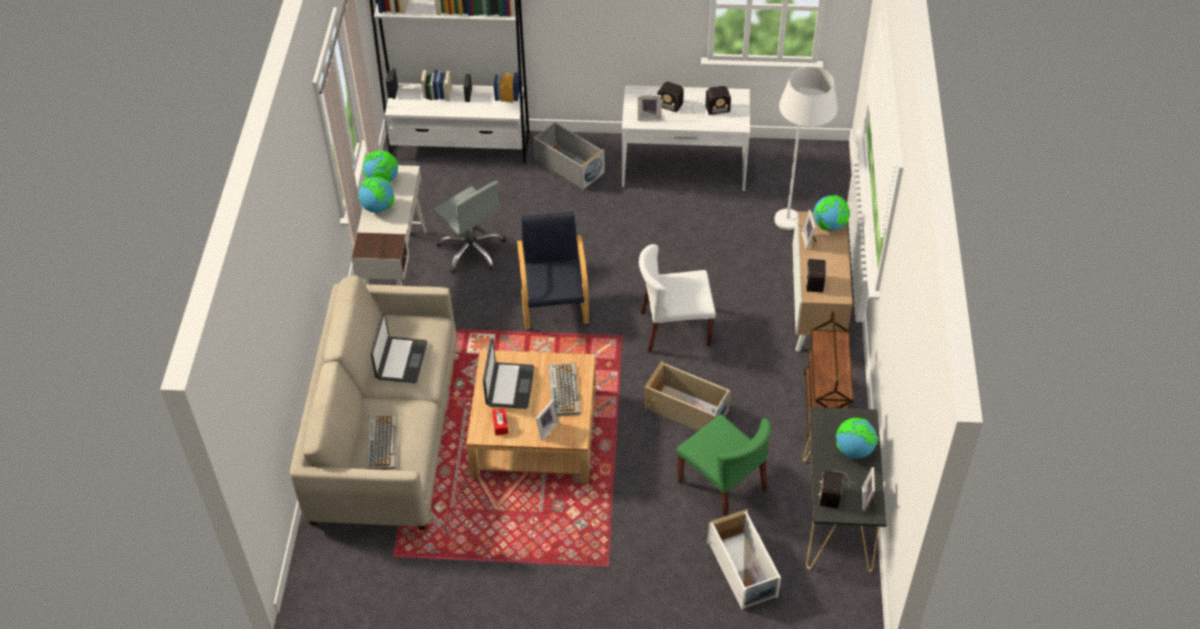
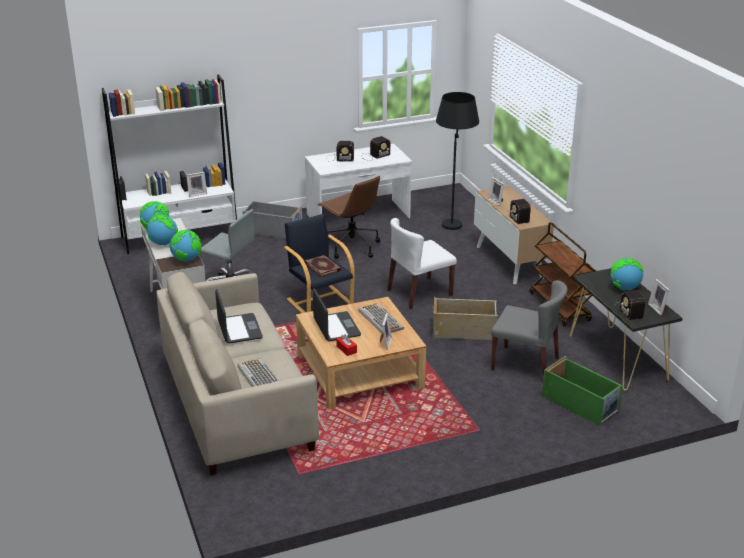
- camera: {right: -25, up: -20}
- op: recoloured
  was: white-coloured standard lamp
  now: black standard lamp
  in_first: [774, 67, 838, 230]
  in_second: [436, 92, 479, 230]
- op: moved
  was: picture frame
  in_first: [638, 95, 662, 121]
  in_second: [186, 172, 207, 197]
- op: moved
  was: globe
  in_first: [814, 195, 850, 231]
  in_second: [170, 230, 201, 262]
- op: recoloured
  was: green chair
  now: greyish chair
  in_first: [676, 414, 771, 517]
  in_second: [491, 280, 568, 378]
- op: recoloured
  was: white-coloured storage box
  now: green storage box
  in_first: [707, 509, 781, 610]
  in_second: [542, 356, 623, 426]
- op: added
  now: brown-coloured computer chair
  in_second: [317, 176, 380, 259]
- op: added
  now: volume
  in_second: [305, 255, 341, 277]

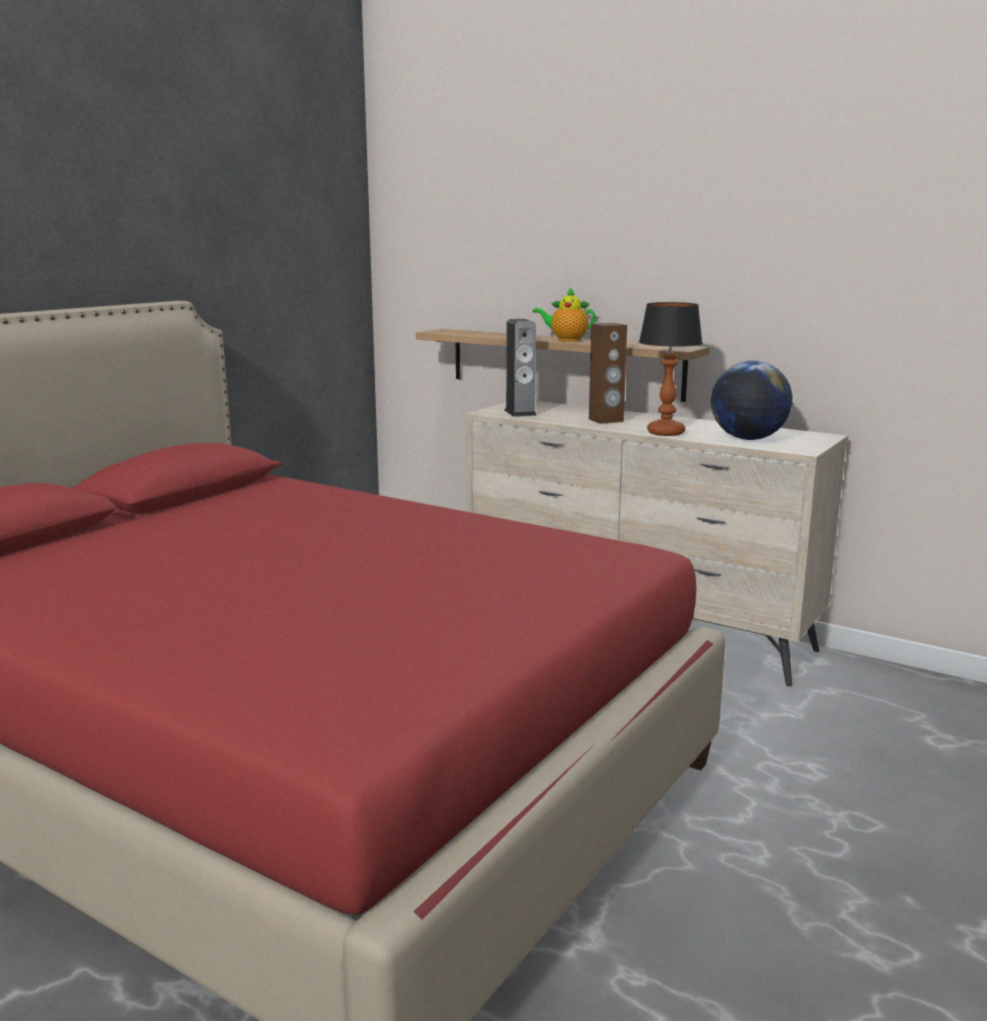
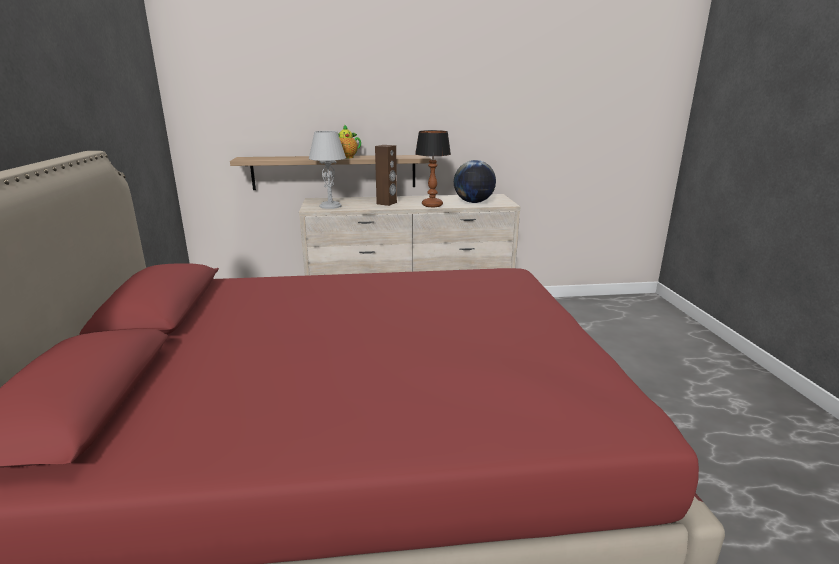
- camera: {right: -40, up: 5}
- op: replaced
  was: speaker
  now: greyish tabletop lamp
  in_first: [505, 319, 537, 417]
  in_second: [309, 131, 346, 209]

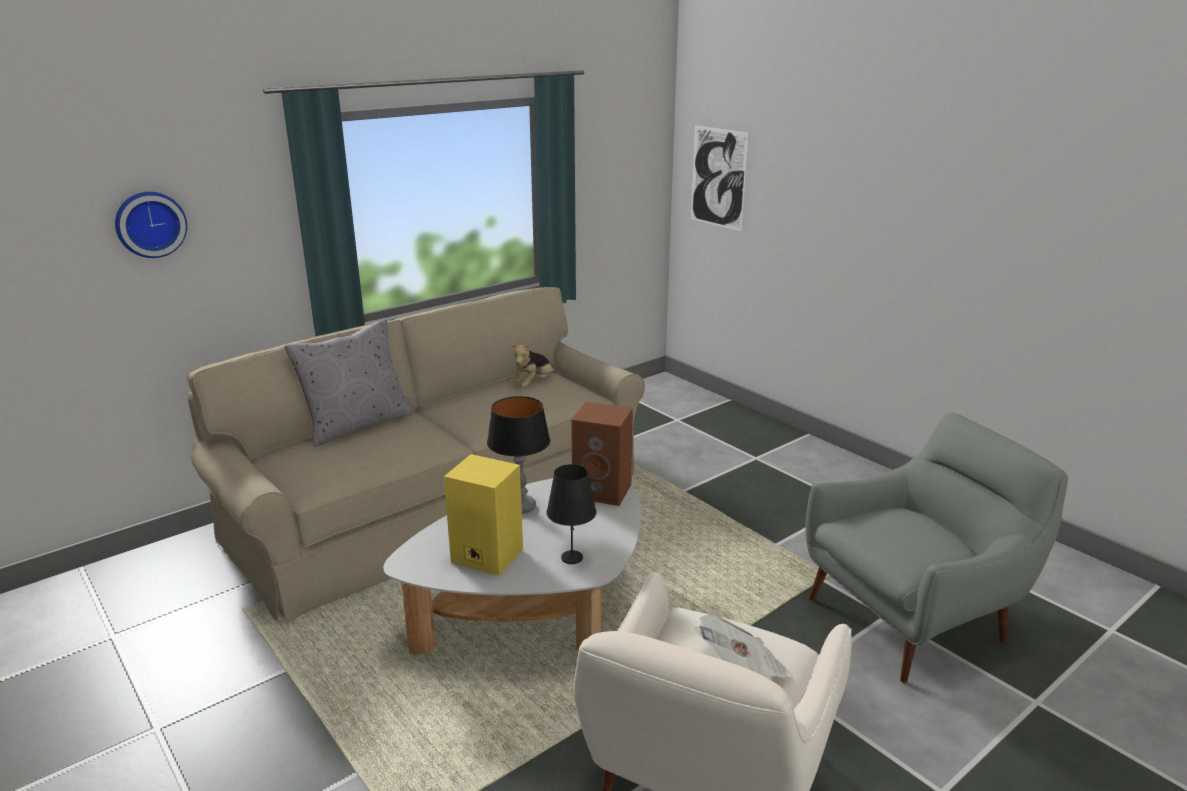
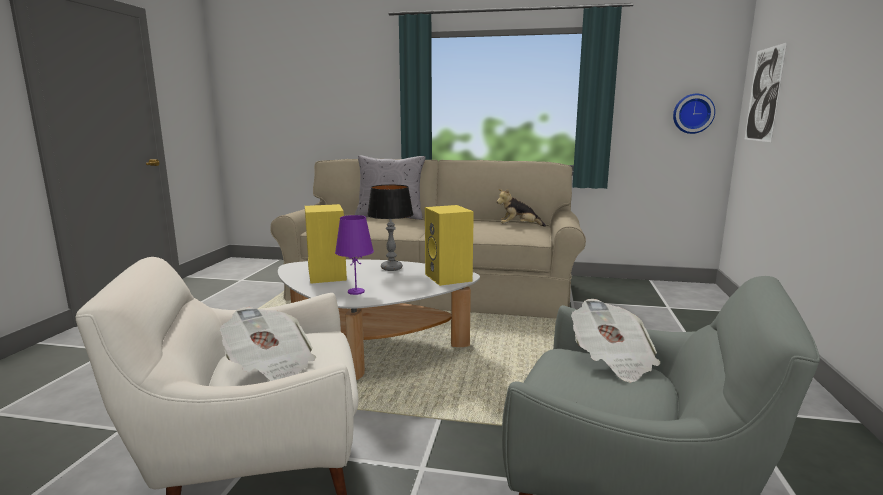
- camera: {right: 50, up: -10}
- op: moved
  was: clock on the wall
  in_first: [115, 192, 187, 258]
  in_second: [673, 94, 715, 134]
- op: recoloured
  was: brown-coloured speaker
  now: yellow speaker
  in_first: [571, 402, 633, 506]
  in_second: [425, 205, 474, 286]
- op: recoloured
  was: black tabletop lamp
  now: purple tabletop lamp
  in_first: [547, 464, 597, 564]
  in_second: [335, 215, 374, 295]
- op: added
  now: daily paper
  in_second: [571, 299, 660, 383]

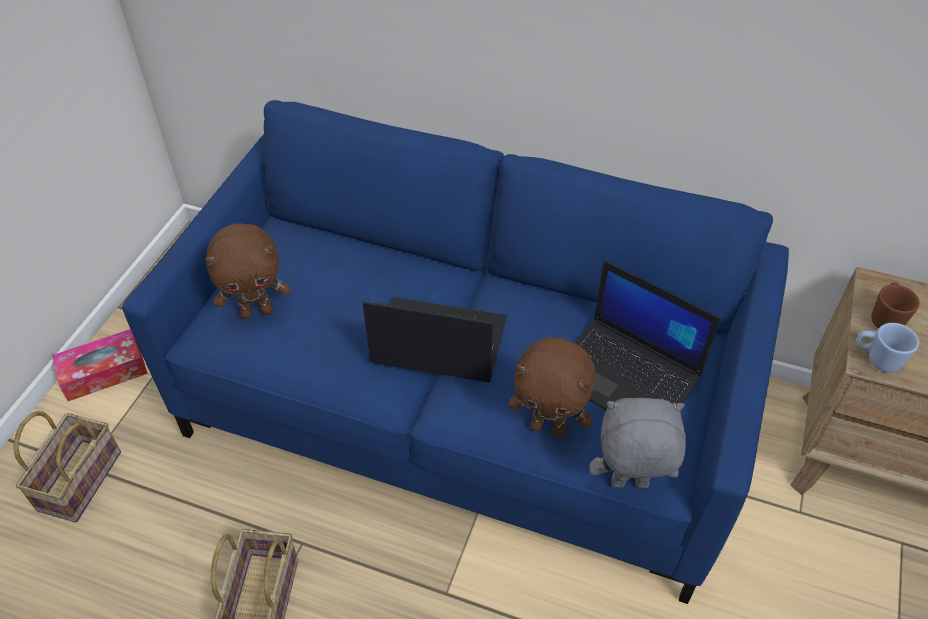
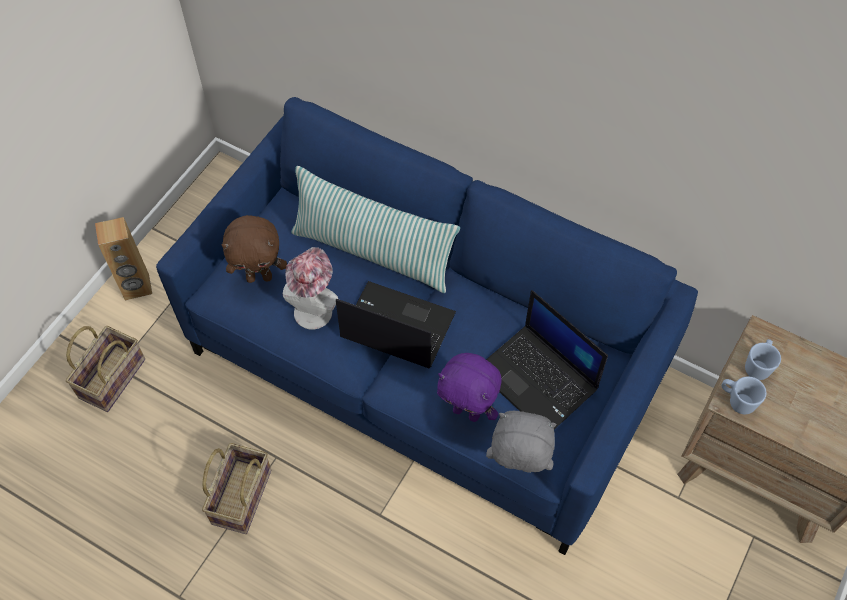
- camera: {right: 10, up: 10}
- op: recoloured
  was: brown-coloured tea mug
  now: blue-coloured tea mug
  in_first: [871, 282, 920, 329]
  in_second: [745, 339, 781, 380]
- op: replaced
  was: box of tissues
  now: brown-coloured speaker
  in_first: [52, 329, 148, 401]
  in_second: [95, 217, 152, 300]
- op: recoloured
  was: brown-coloured cuddly toy
  now: purple cuddly toy
  in_first: [508, 337, 595, 437]
  in_second: [437, 353, 502, 422]
- op: added
  now: pillow
  in_second: [291, 166, 460, 293]
- op: added
  now: hat
  in_second: [283, 247, 338, 330]

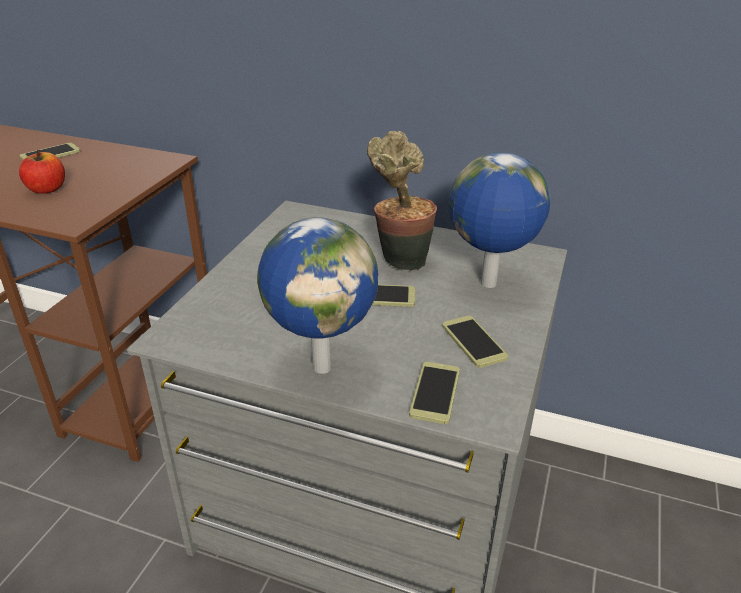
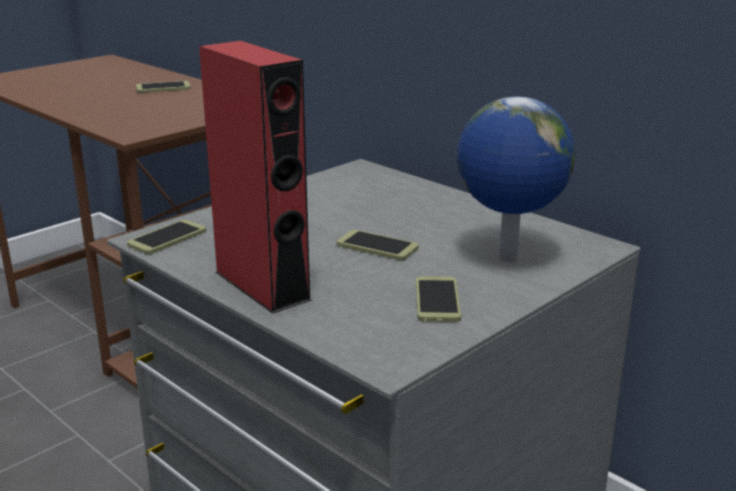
- camera: {right: 25, up: -10}
- op: removed
  was: houseplant
  in_first: [367, 131, 437, 271]
- op: removed
  was: apple fruit
  in_first: [19, 150, 65, 194]
- op: replaced
  was: globe
  now: red-coloured speaker
  in_first: [257, 217, 378, 374]
  in_second: [199, 41, 312, 314]
- op: moved
  was: phone
  in_first: [409, 362, 460, 424]
  in_second: [127, 220, 206, 254]

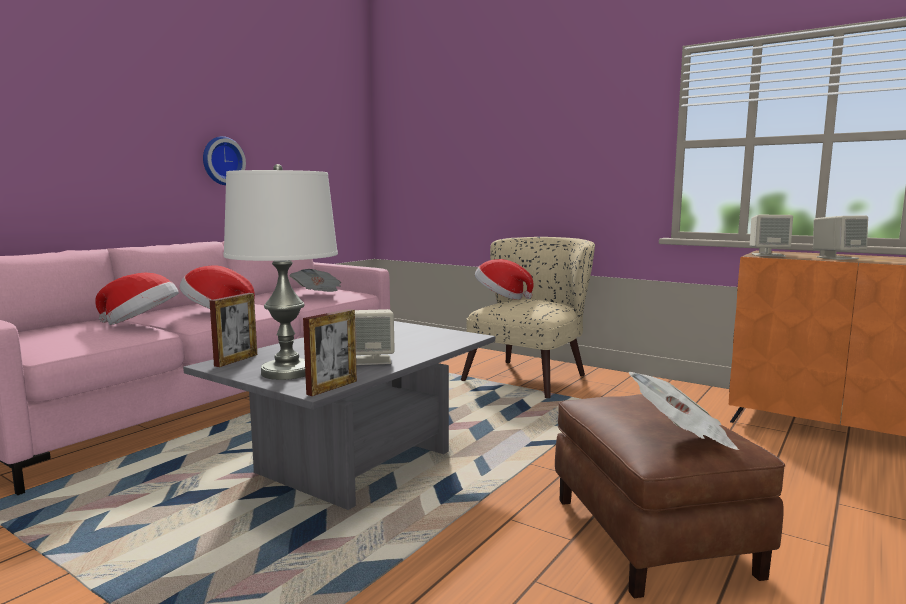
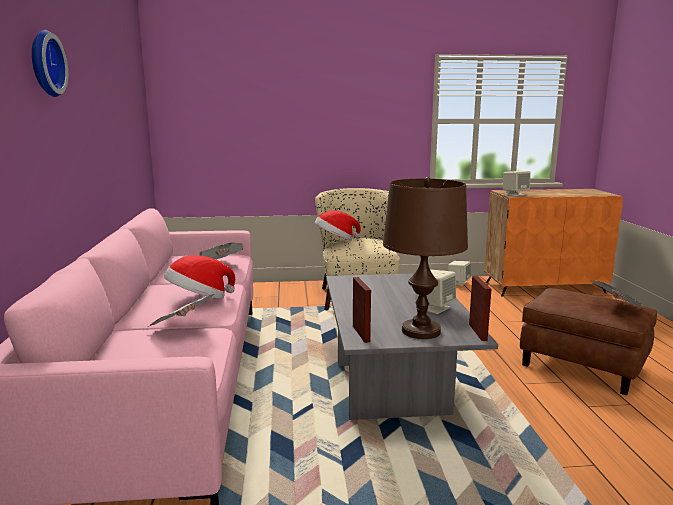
- camera: {right: -40, up: 5}
- op: moved
  was: clock on the wall
  in_first: [203, 136, 246, 185]
  in_second: [32, 30, 68, 97]
- op: recoloured
  was: white-coloured tabletop lamp
  now: brown-coloured tabletop lamp
  in_first: [224, 164, 338, 380]
  in_second: [383, 177, 468, 339]
- op: moved
  was: beige-coloured speaker
  in_first: [813, 215, 868, 260]
  in_second: [448, 261, 471, 286]
- op: replaced
  was: hat
  now: daily paper
  in_first: [95, 272, 179, 325]
  in_second: [148, 294, 215, 327]

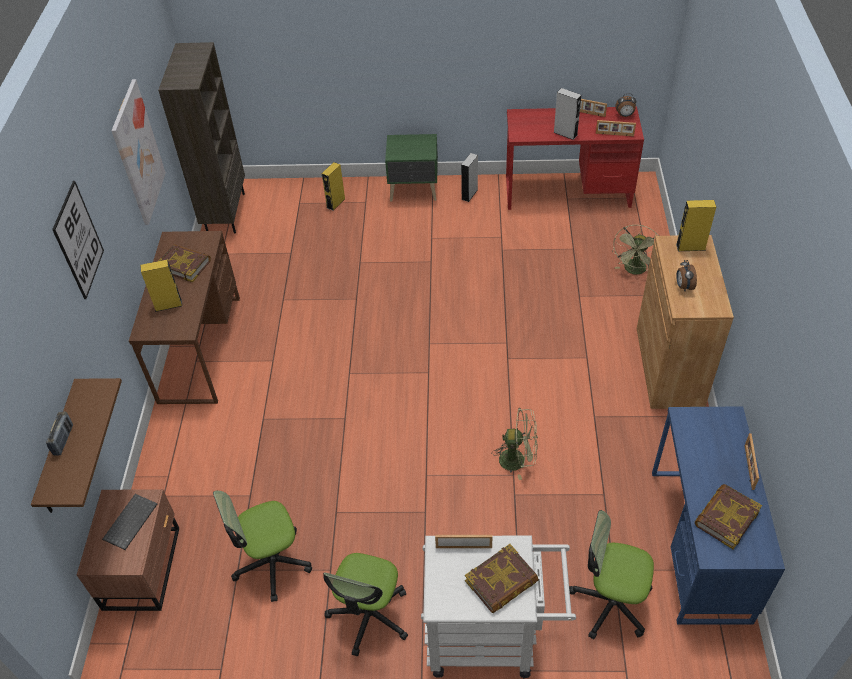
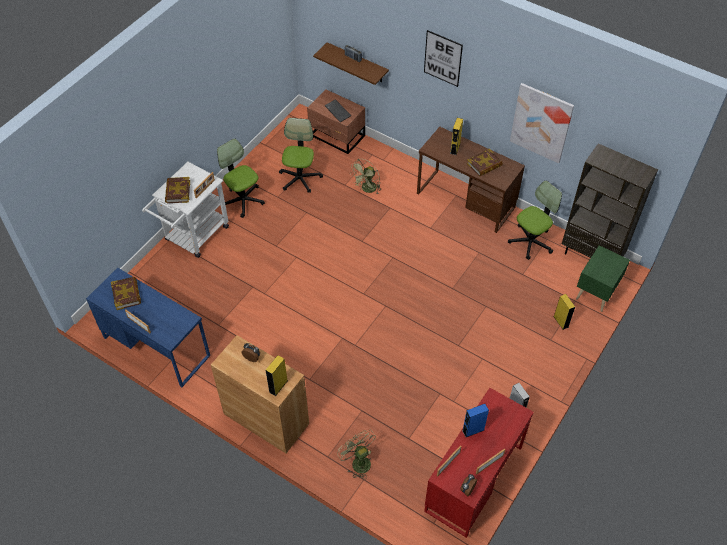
- camera: {right: 120, up: 5}
- op: recoloured
  was: greyish speaker
  now: blue-coloured speaker
  in_first: [553, 88, 581, 140]
  in_second: [462, 404, 489, 437]
- op: moved
  was: green night table
  in_first: [385, 134, 438, 202]
  in_second: [576, 245, 630, 312]
- op: moved
  was: green fan
  in_first: [492, 408, 538, 480]
  in_second: [350, 159, 382, 194]
- op: moved
  was: computer chair
  in_first: [569, 510, 654, 640]
  in_second: [508, 181, 562, 260]

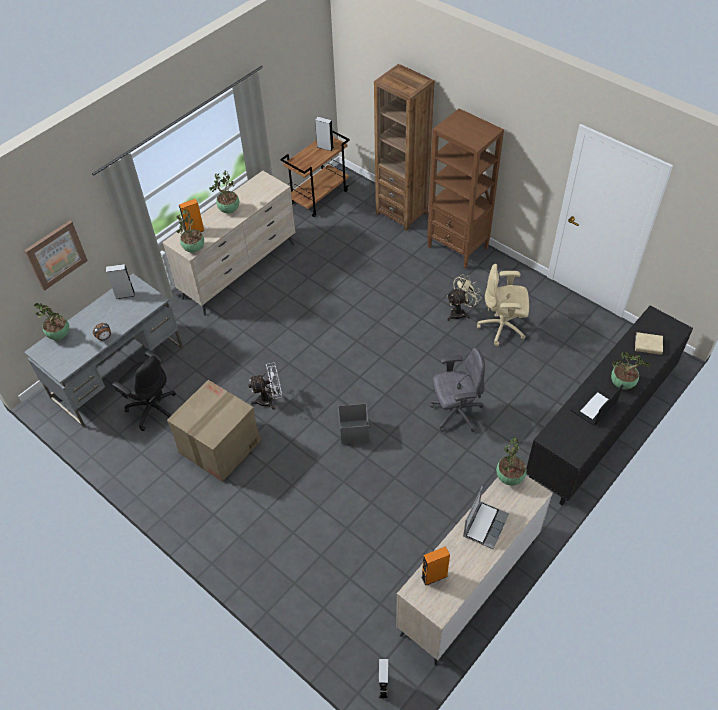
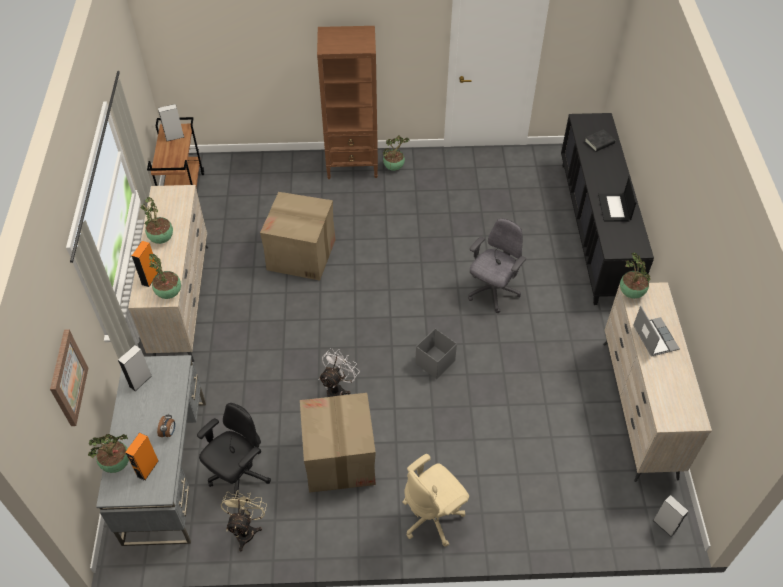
- camera: {right: -45, up: 0}
- op: removed
  was: brown-coloured bookshelf
  in_first: [374, 64, 434, 231]
- op: moved
  was: beige-coloured computer chair
  in_first: [477, 264, 529, 346]
  in_second: [402, 454, 469, 547]
- op: moved
  was: beige-coloured fan
  in_first: [446, 274, 482, 321]
  in_second: [221, 490, 267, 552]
- op: recoloured
  was: beige-coloured volume
  now: black volume
  in_first: [635, 332, 663, 355]
  in_second: [584, 129, 615, 152]
- op: turned
  was: black computer chair
  in_first: [112, 350, 176, 431]
  in_second: [197, 403, 271, 499]
  clockwise: -45
- op: moved
  was: houseplant
  in_first: [611, 352, 650, 390]
  in_second: [383, 135, 410, 171]
- op: moved
  was: orange-coloured speaker
  in_first: [421, 546, 450, 586]
  in_second: [125, 433, 159, 481]
- op: added
  now: cardboard box
  in_second: [260, 192, 336, 281]

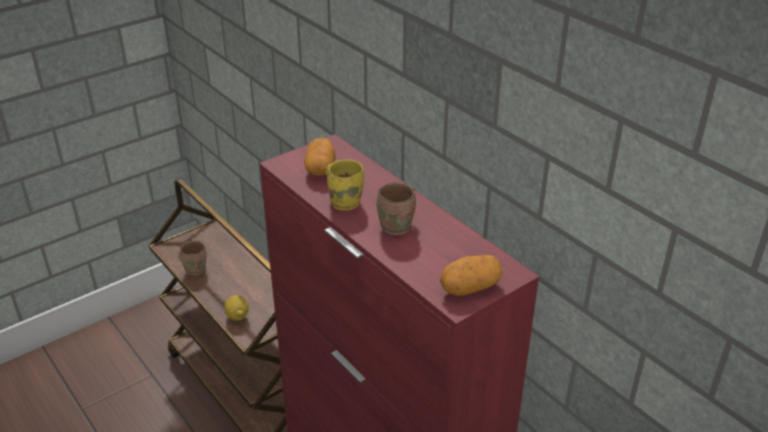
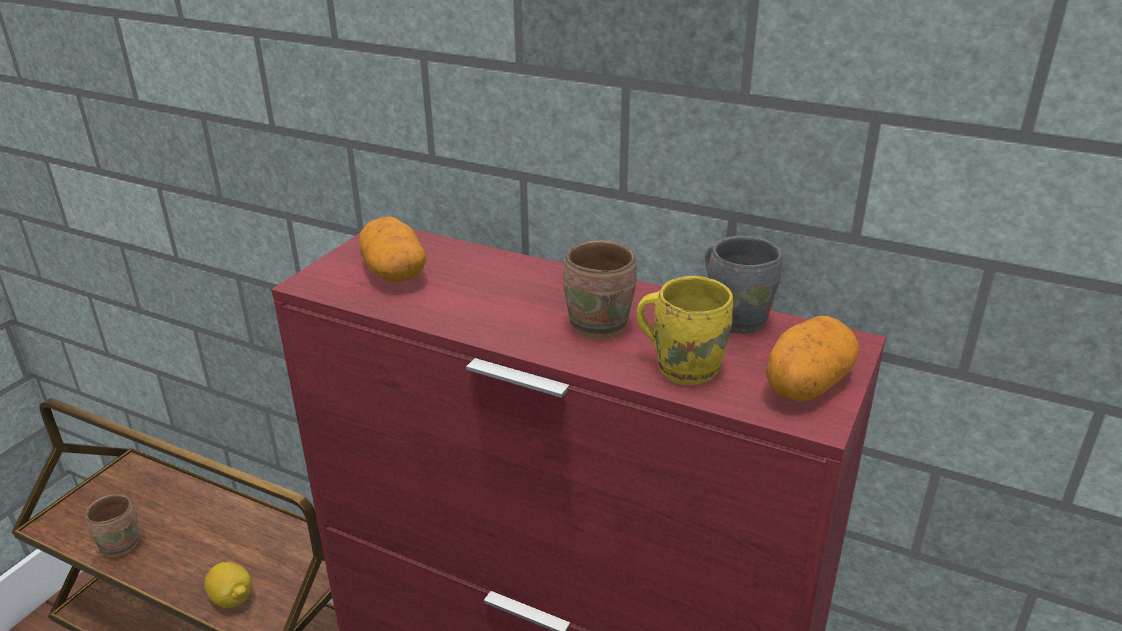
- camera: {right: -25, up: -5}
- op: moved
  was: yellow tea mug
  in_first: [326, 159, 364, 211]
  in_second: [636, 276, 733, 385]
- op: added
  now: greyish tea mug
  in_second: [705, 236, 782, 334]

